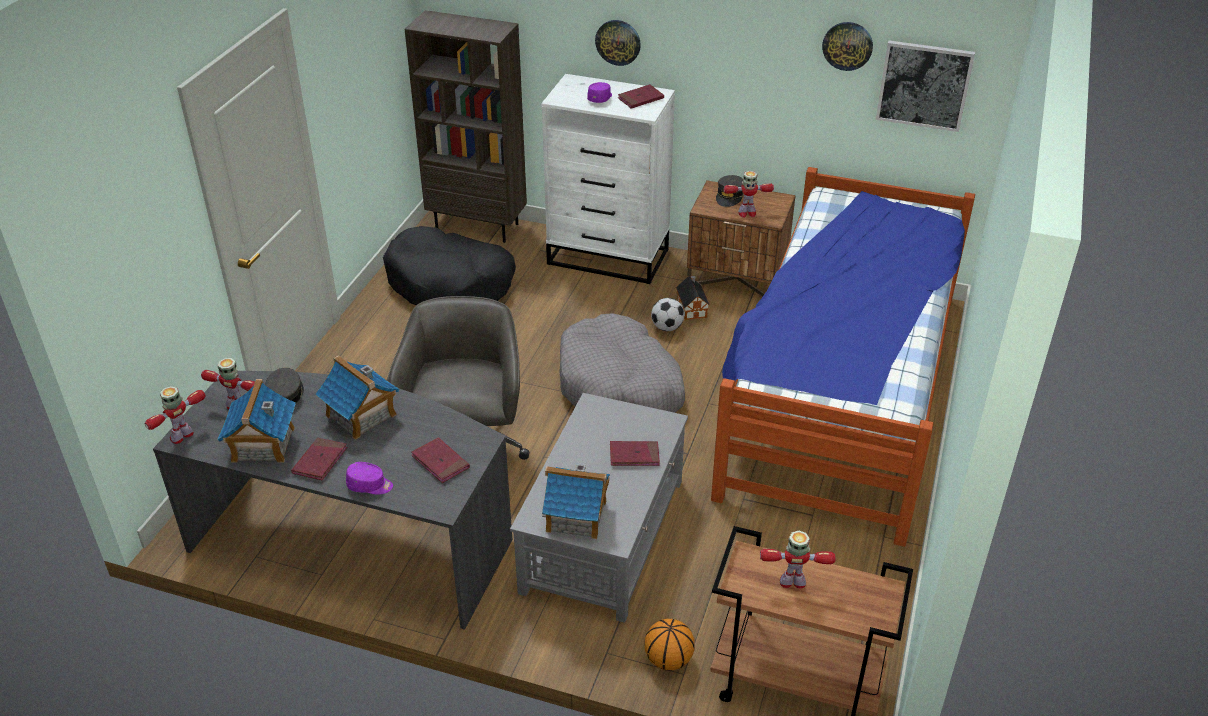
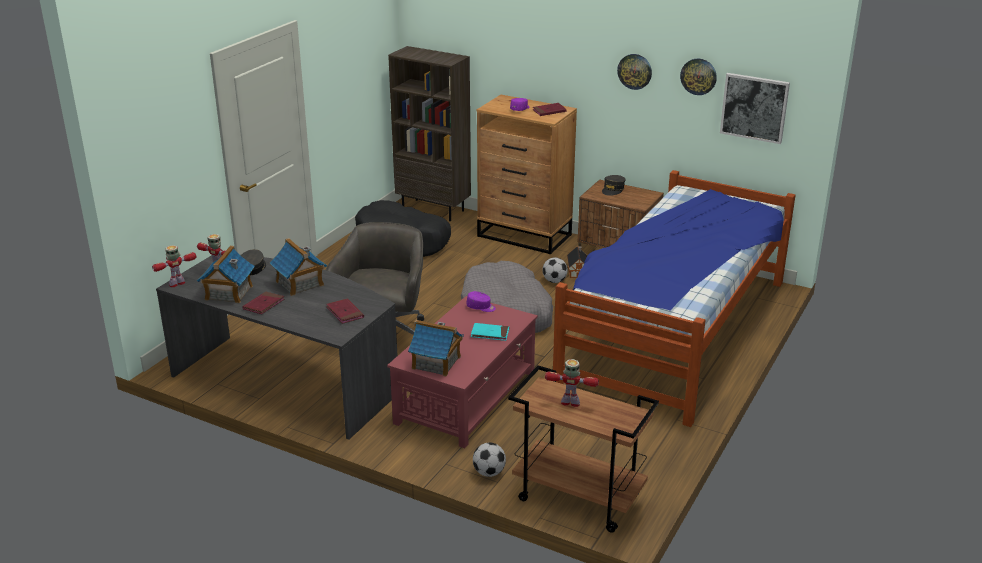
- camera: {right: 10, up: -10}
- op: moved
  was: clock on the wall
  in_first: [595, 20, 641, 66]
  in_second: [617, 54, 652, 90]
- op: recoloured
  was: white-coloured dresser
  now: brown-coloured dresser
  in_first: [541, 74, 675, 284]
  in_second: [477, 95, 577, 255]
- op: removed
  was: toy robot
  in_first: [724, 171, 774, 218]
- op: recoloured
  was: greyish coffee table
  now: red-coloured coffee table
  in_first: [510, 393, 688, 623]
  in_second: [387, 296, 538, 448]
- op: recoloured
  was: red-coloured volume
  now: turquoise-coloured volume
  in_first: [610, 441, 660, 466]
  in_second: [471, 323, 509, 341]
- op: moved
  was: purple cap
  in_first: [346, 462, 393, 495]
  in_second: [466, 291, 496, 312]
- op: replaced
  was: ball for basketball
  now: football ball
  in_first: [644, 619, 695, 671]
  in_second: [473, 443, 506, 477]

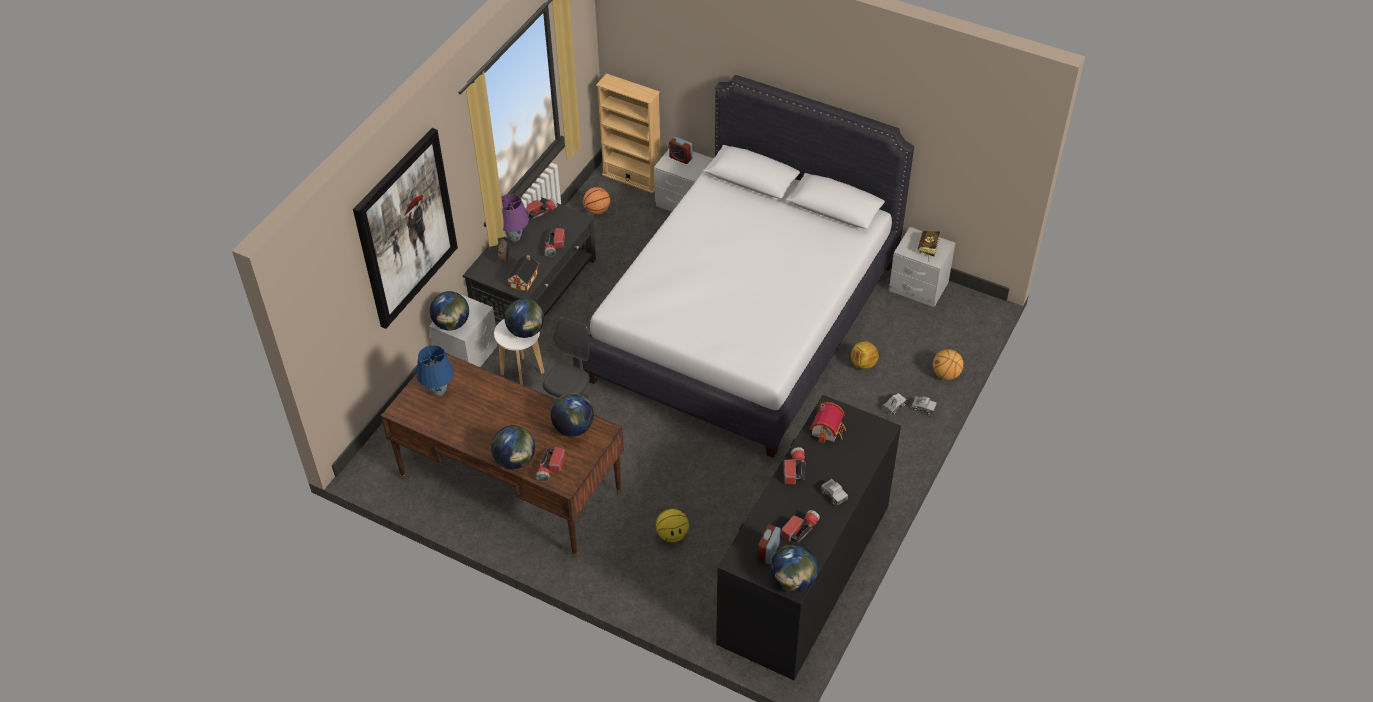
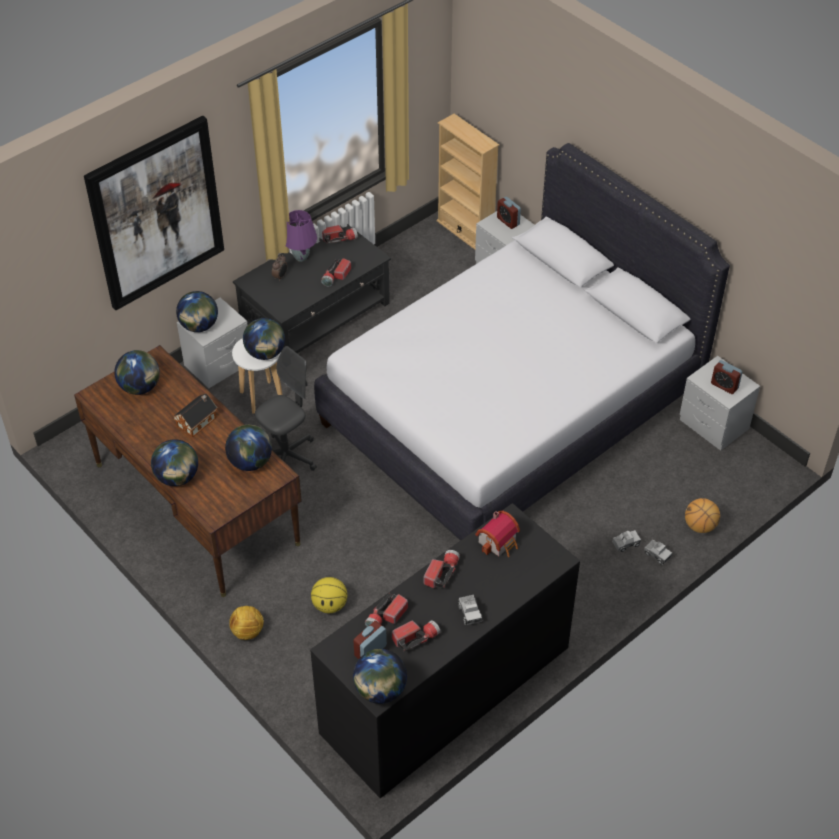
- camera: {right: 20, up: 0}
- op: removed
  was: ball for basketball
  in_first: [583, 187, 610, 215]
- op: replaced
  was: volume
  now: table clock
  in_first: [918, 231, 940, 262]
  in_second: [711, 360, 742, 394]
- op: moved
  was: toy house
  in_first: [507, 254, 539, 292]
  in_second: [173, 393, 217, 438]
- op: moved
  was: football ball
  in_first: [851, 341, 879, 369]
  in_second: [229, 606, 264, 640]
- op: replaced
  was: blue-coloured tabletop lamp
  now: globe
  in_first: [417, 345, 454, 396]
  in_second: [114, 350, 160, 395]
- op: moved
  was: hand torch
  in_first: [536, 447, 566, 482]
  in_second: [365, 593, 408, 627]

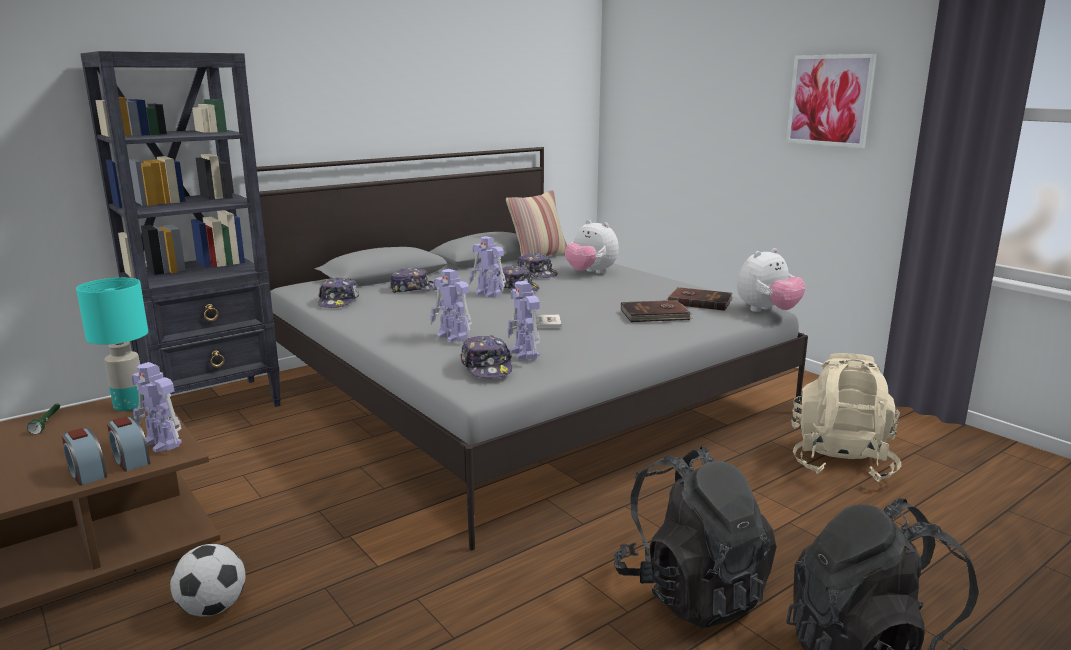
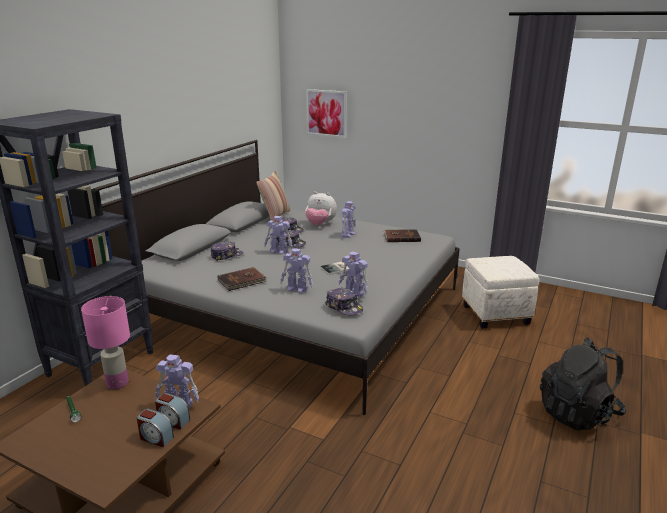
- camera: {right: -25, up: 5}
- op: moved
  was: wall art
  in_first: [786, 54, 877, 148]
  in_second: [306, 89, 347, 138]
- op: removed
  was: cuddly toy
  in_first: [737, 248, 806, 312]
- op: removed
  was: cap
  in_first: [318, 277, 359, 308]
- op: recoloured
  was: turquoise-coloured tabletop lamp
  now: pink-coloured tabletop lamp
  in_first: [76, 278, 148, 411]
  in_second: [81, 296, 130, 389]
- op: moved
  was: brown-coloured volume
  in_first: [621, 300, 692, 322]
  in_second: [218, 267, 267, 291]
- op: replaced
  was: beige-coloured knapsack
  now: white-coloured footrest
  in_first: [791, 353, 901, 483]
  in_second: [462, 256, 539, 329]
- op: removed
  was: black knapsack
  in_first: [614, 446, 777, 628]
- op: removed
  was: football ball
  in_first: [170, 544, 245, 617]
- op: added
  now: toy robot
  in_second: [341, 201, 356, 238]

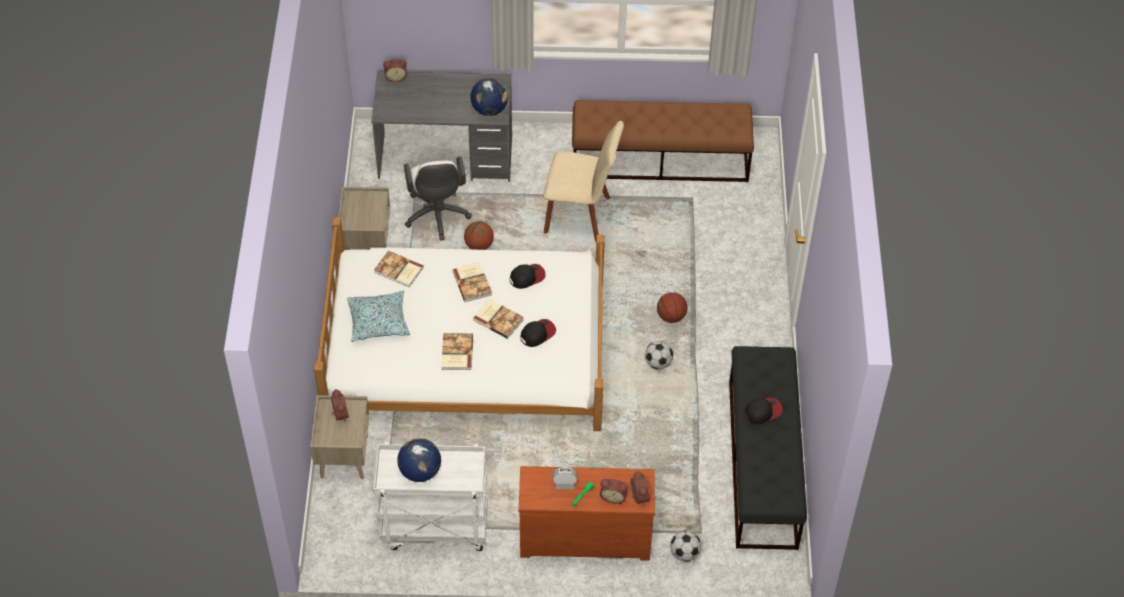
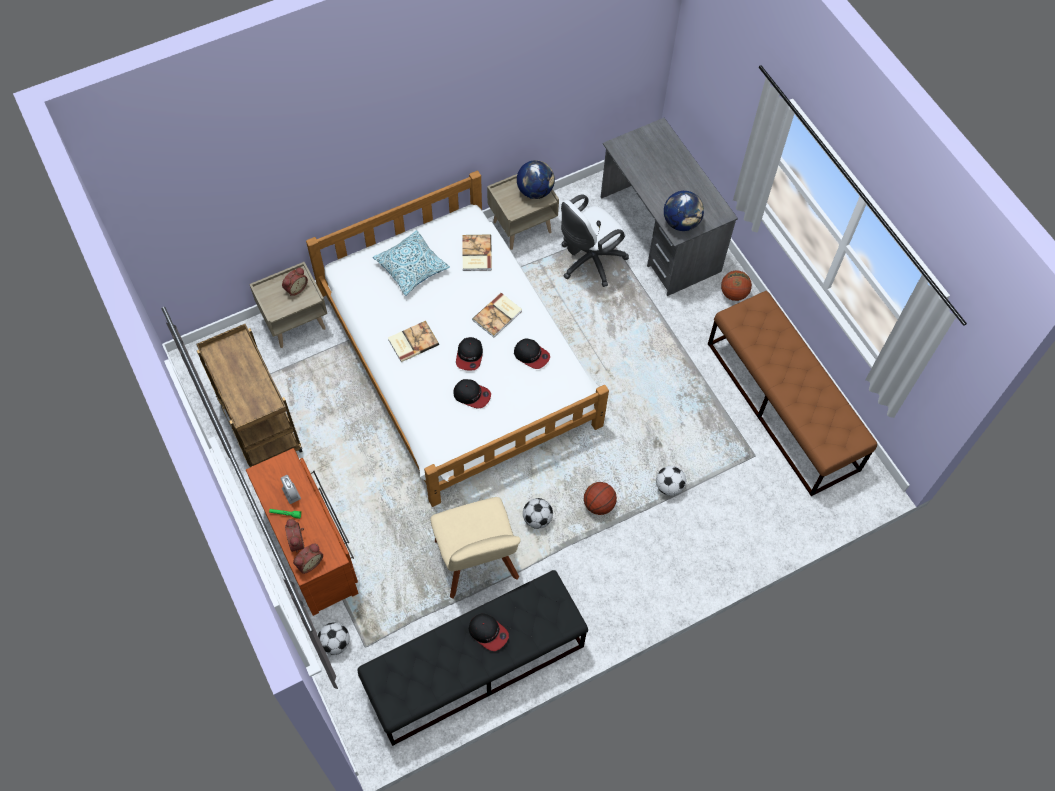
- camera: {right: 60, up: 10}
- op: removed
  was: table clock
  in_first: [383, 59, 407, 82]
- op: moved
  was: beige-coloured chair
  in_first: [543, 121, 624, 241]
  in_second: [430, 497, 521, 598]
- op: moved
  was: ball for basketball
  in_first: [464, 221, 494, 250]
  in_second: [721, 271, 752, 301]
- op: replaced
  was: volume
  now: cap
  in_first: [473, 299, 524, 339]
  in_second: [456, 337, 483, 371]
- op: moved
  was: globe
  in_first: [397, 438, 441, 482]
  in_second: [517, 160, 555, 199]
- op: recoloured
  was: white-coloured wheeled cart
  now: brown-coloured wheeled cart
  in_first: [373, 442, 488, 551]
  in_second: [196, 324, 303, 467]
- op: added
  now: football ball
  in_second: [656, 466, 686, 496]

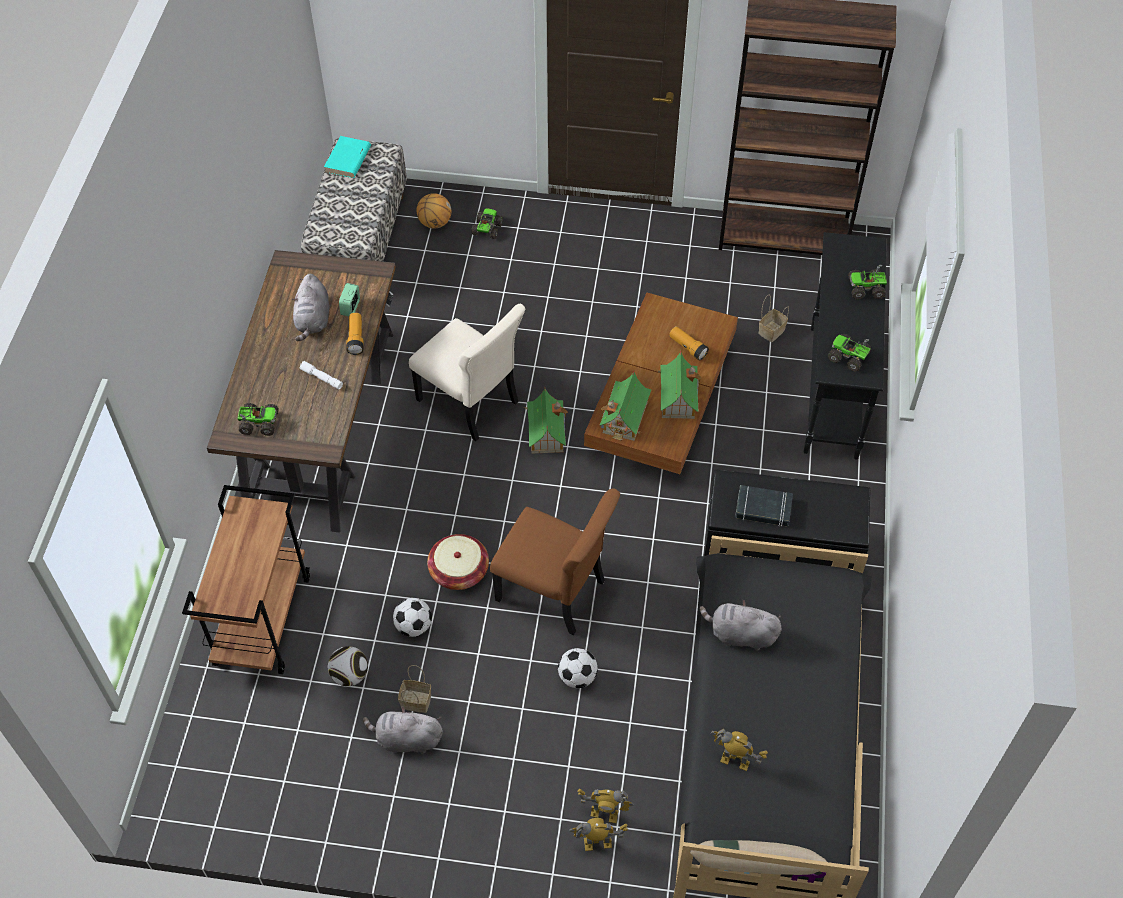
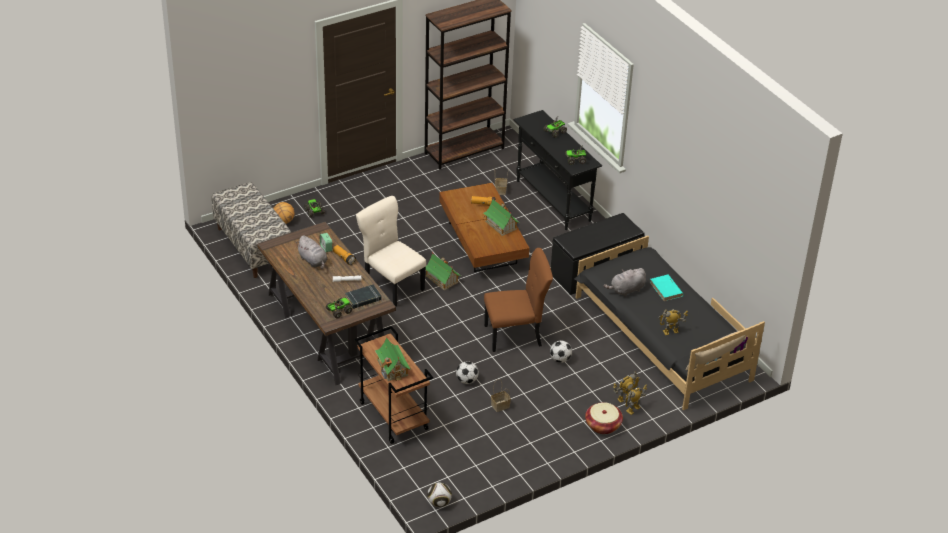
- camera: {right: -40, up: -15}
- op: moved
  was: turquoise-coloured volume
  in_first: [324, 136, 371, 178]
  in_second: [650, 275, 684, 301]
- op: turned
  was: beige-coloured chair
  in_first: [409, 304, 525, 441]
  in_second: [356, 196, 427, 307]
  clockwise: -135
- op: moved
  was: toy house
  in_first: [600, 371, 652, 441]
  in_second: [375, 337, 412, 381]
- op: moved
  was: black volume
  in_first: [735, 485, 793, 527]
  in_second: [345, 285, 381, 309]
- op: moved
  was: storage basket
  in_first: [427, 534, 489, 590]
  in_second: [585, 402, 623, 434]
- op: moved
  was: football ball
  in_first: [328, 646, 368, 686]
  in_second: [427, 483, 452, 507]
- op: removed
  was: greyish cuddly toy
  in_first: [363, 706, 443, 753]

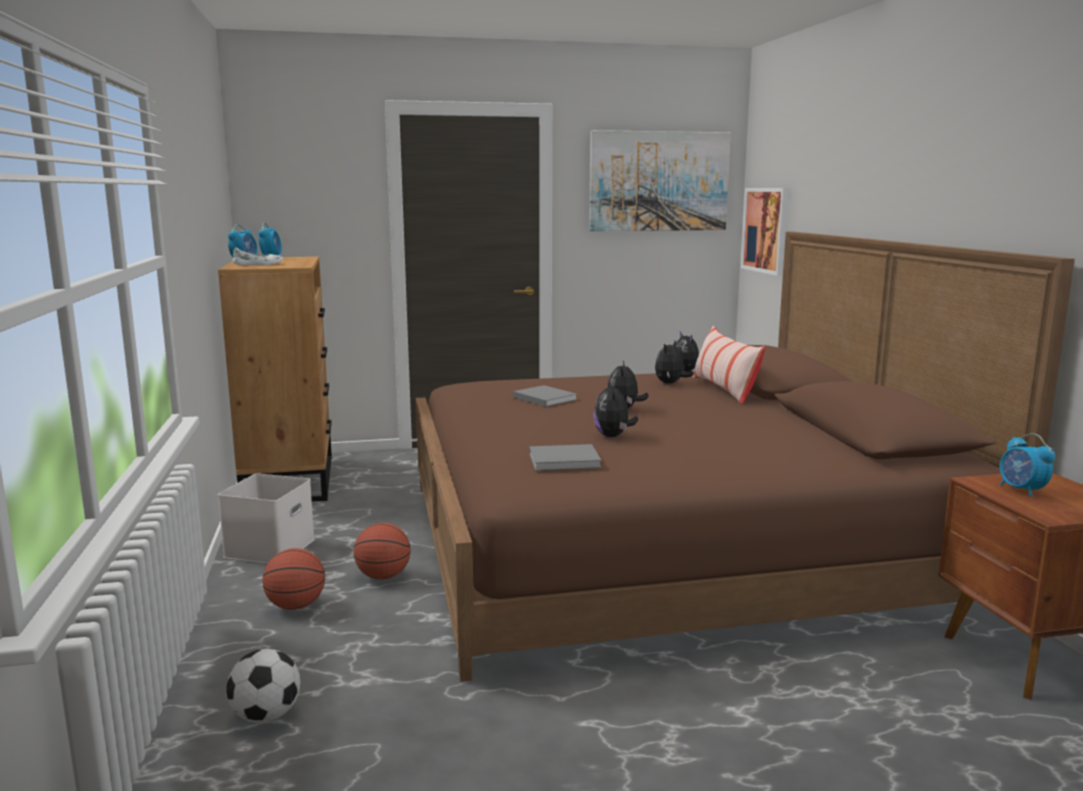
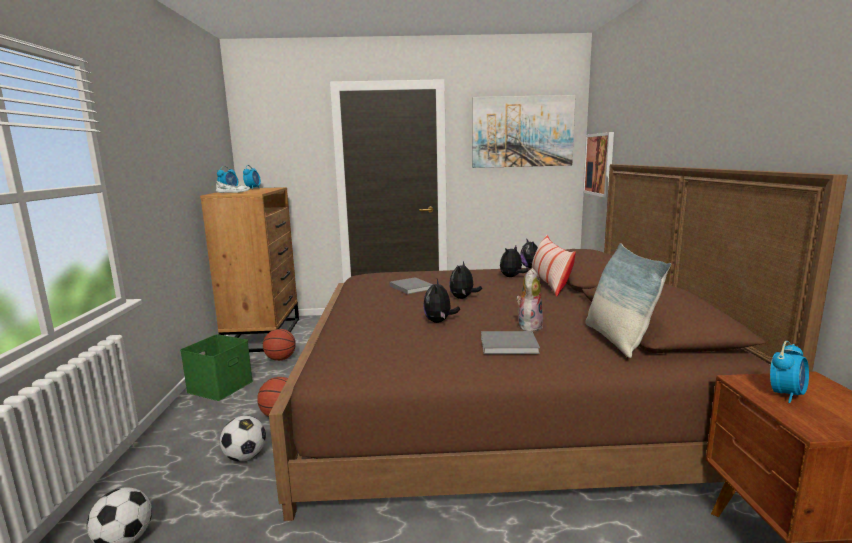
- camera: {right: 10, up: 0}
- op: turned
  was: table clock
  in_first: [1000, 433, 1055, 497]
  in_second: [770, 341, 809, 403]
  clockwise: -120
- op: moved
  was: greyish volume
  in_first: [529, 444, 602, 471]
  in_second: [481, 331, 540, 354]
- op: recoloured
  was: white-coloured storage box
  now: green storage box
  in_first: [218, 473, 315, 564]
  in_second: [180, 334, 253, 401]
- op: moved
  was: ball for basketball
  in_first: [262, 548, 325, 610]
  in_second: [263, 329, 296, 361]
- op: added
  now: pillow
  in_second: [586, 243, 671, 358]
- op: added
  now: cuddly toy
  in_second: [516, 268, 543, 332]
- op: added
  now: football ball
  in_second: [220, 416, 266, 462]

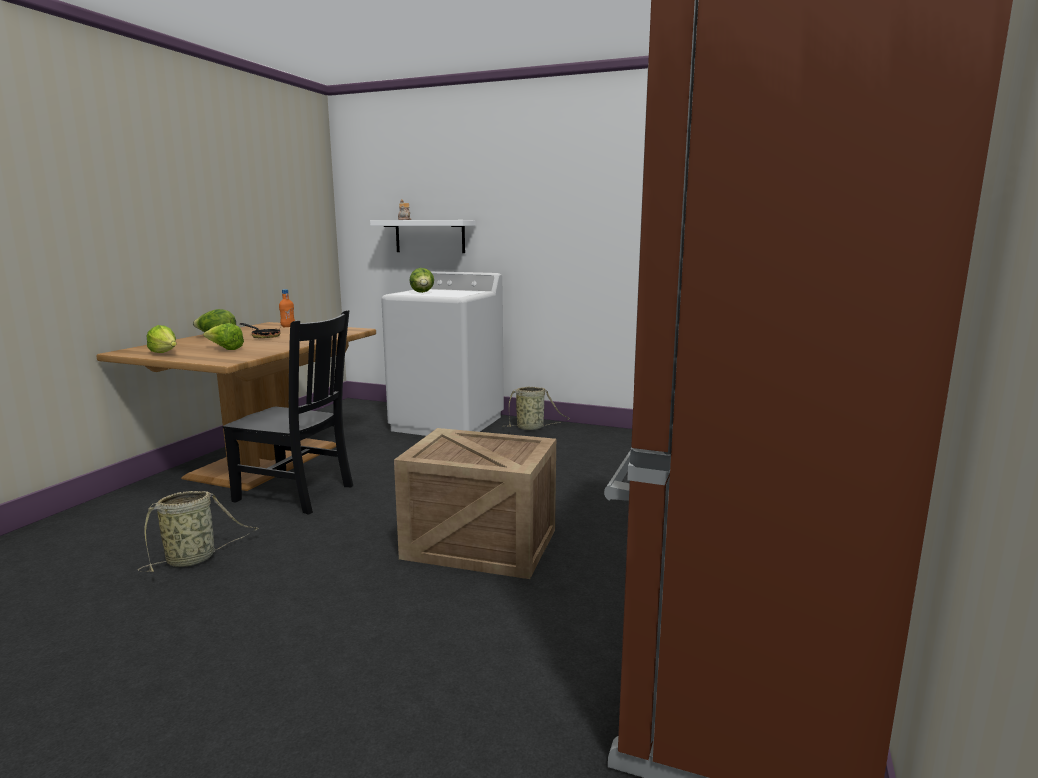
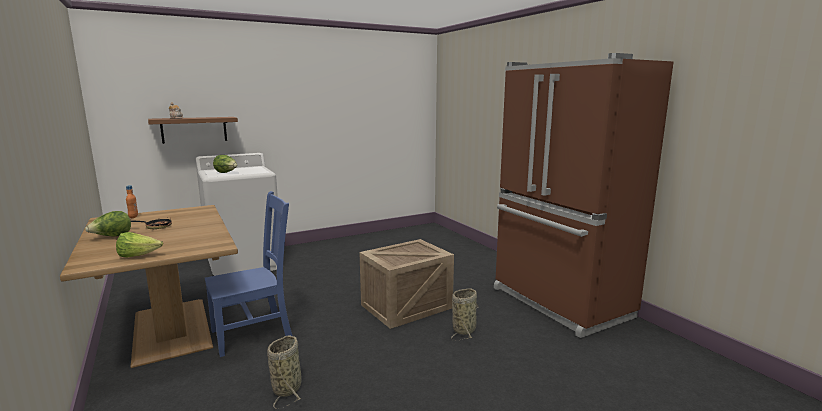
- camera: {right: -50, up: 0}
- op: recoloured
  was: white-coloured shelf
  now: brown-coloured shelf
  in_first: [370, 220, 475, 253]
  in_second: [148, 117, 238, 144]
- op: recoloured
  was: black chair
  now: blue-coloured chair
  in_first: [223, 310, 353, 515]
  in_second: [205, 191, 293, 357]
- op: removed
  was: lettuce head
  in_first: [203, 323, 244, 350]
- op: moved
  was: storage basket
  in_first: [502, 387, 570, 430]
  in_second: [451, 288, 479, 340]

